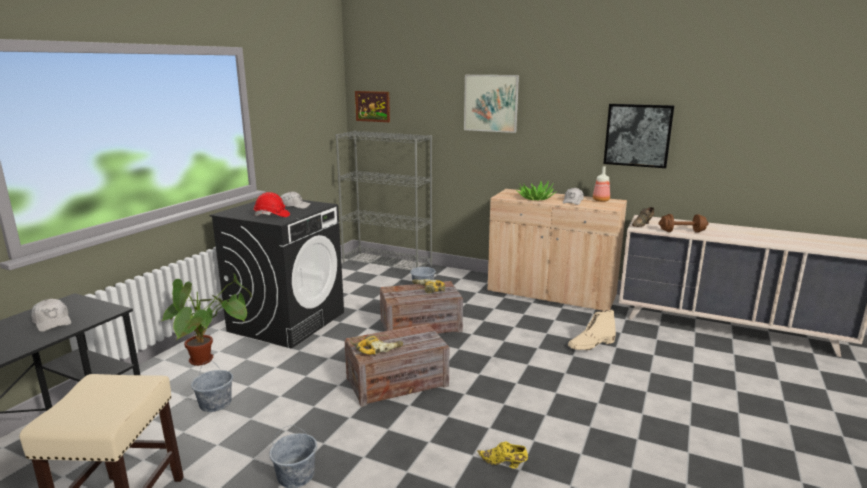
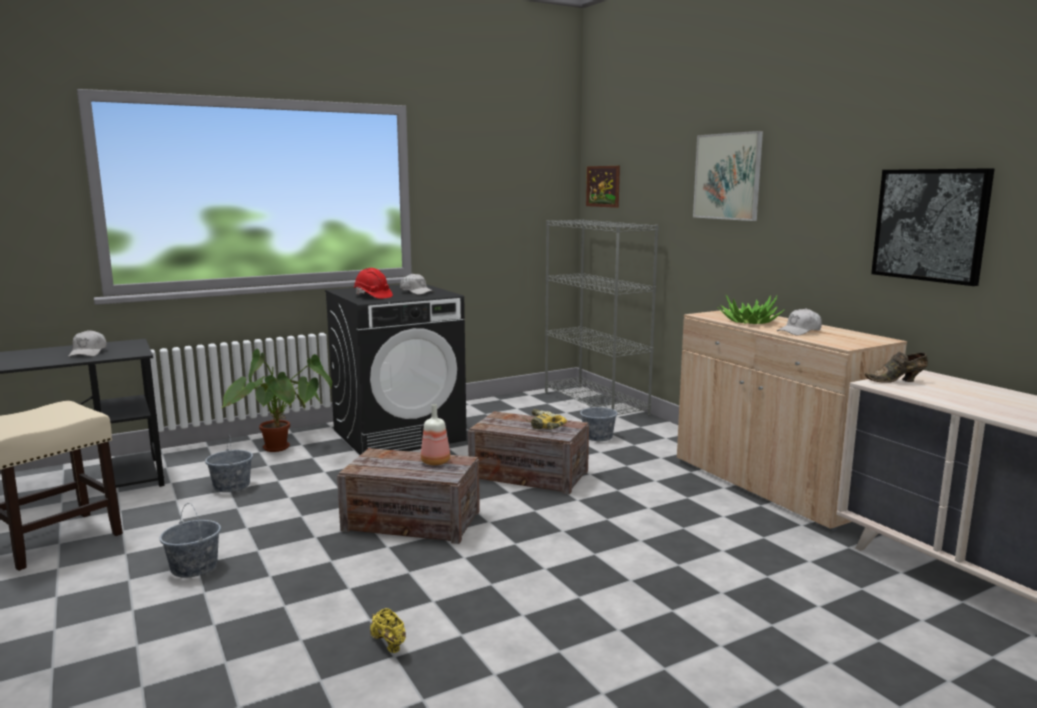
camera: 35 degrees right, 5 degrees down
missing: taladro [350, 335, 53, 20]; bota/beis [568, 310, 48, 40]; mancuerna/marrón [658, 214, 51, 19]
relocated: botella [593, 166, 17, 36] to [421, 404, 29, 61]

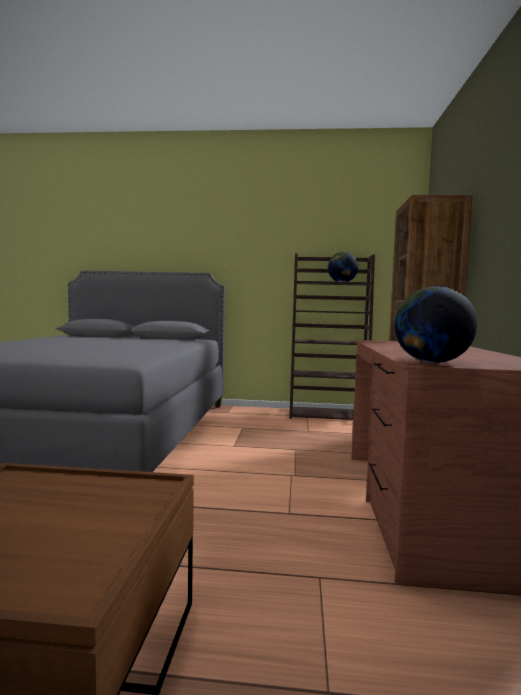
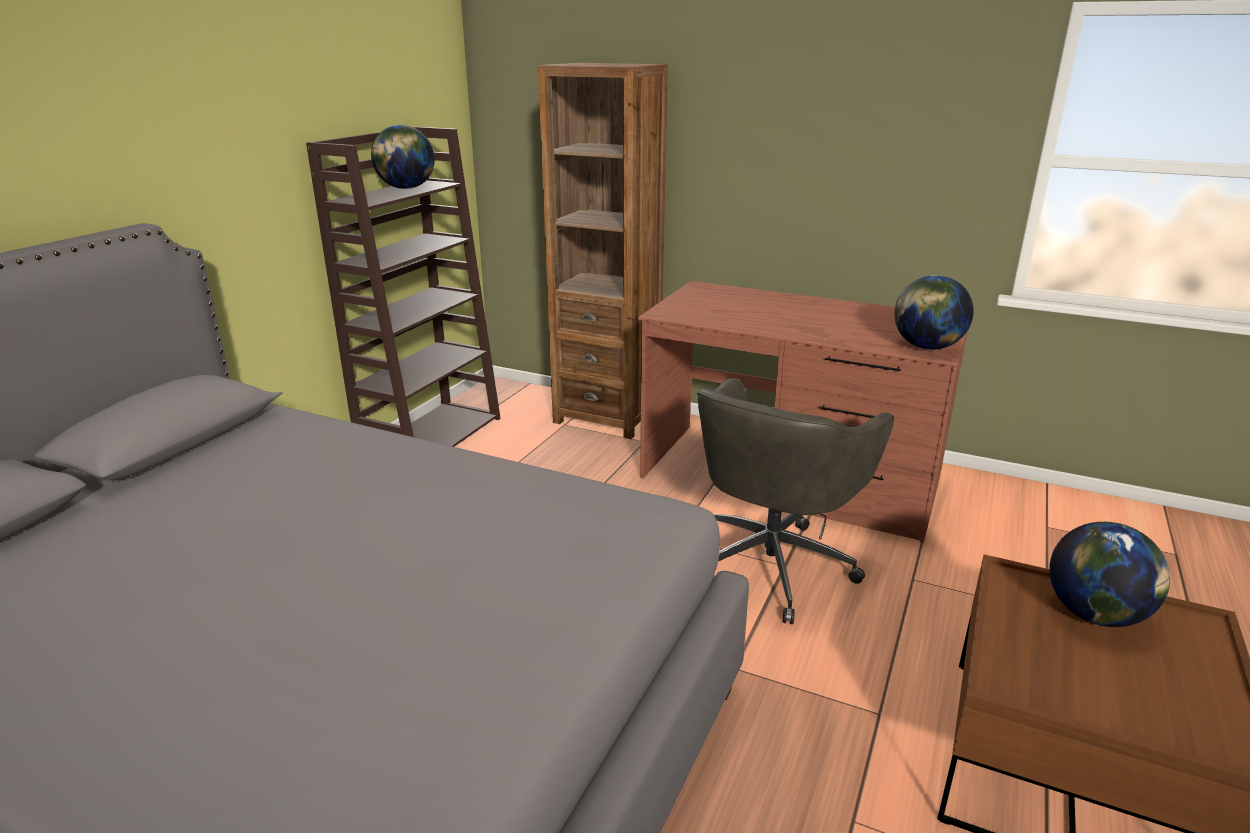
camera: 70 degrees left, 20 degrees up
appeared: silla de oficina/gris [697, 378, 197, 246]; globo terráqueo [1049, 522, 121, 105]

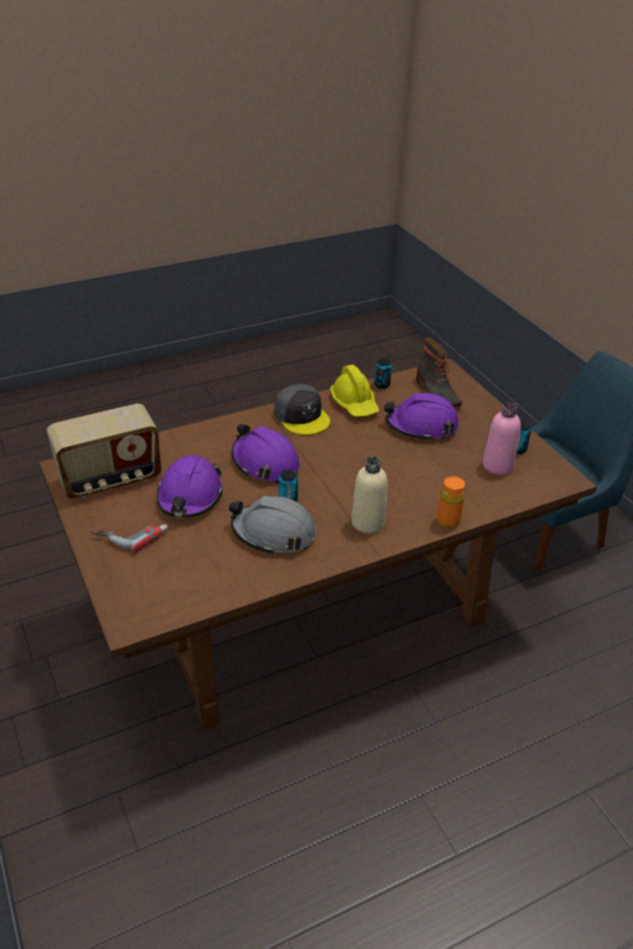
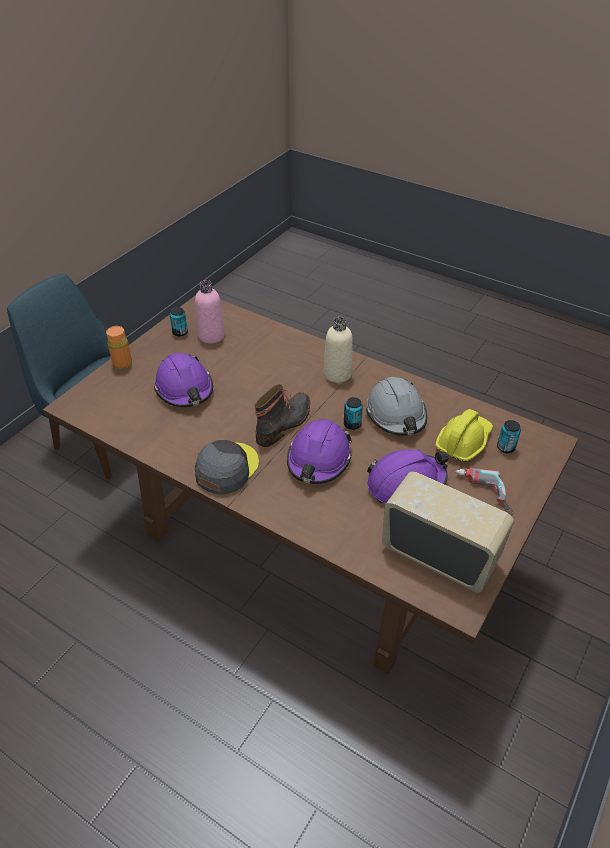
camera: 120 degrees left, 5 degrees up
relocated: botella/naranja [437, 476, 28, 52] to [106, 326, 26, 44]; bota [416, 337, 46, 70] to [255, 384, 55, 63]; casco/amarillo [330, 365, 50, 52] to [435, 409, 58, 53]; lata [374, 358, 18, 31] to [497, 420, 24, 33]

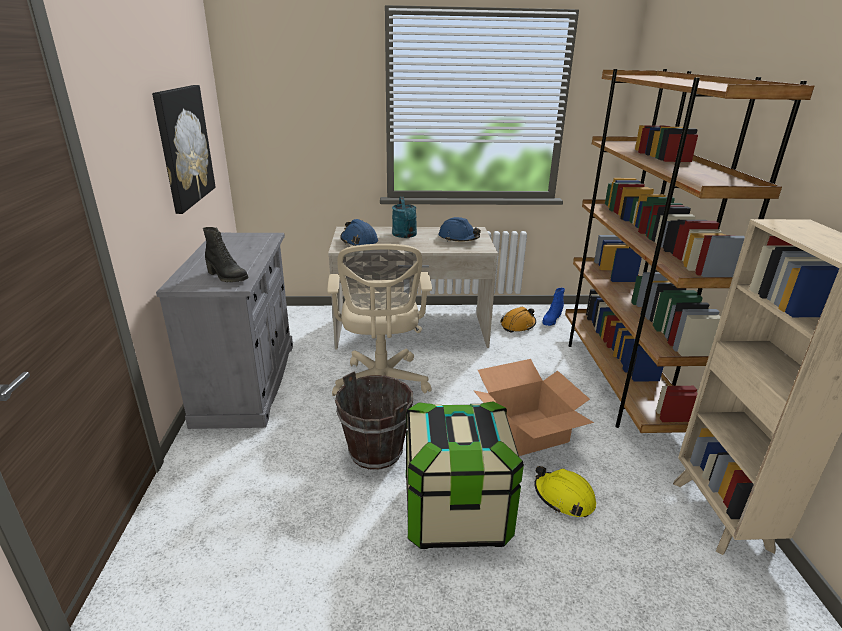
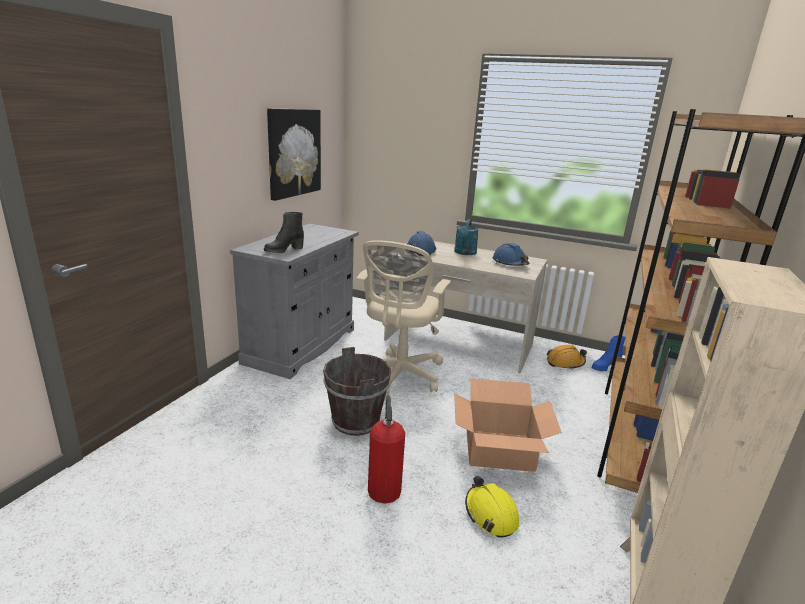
camera: 25 degrees right, 5 degrees down
exchanged: caja de almacenaje [406, 401, 118, 148] to extintor [368, 395, 37, 109]
spun: bota/negro [203, 227, 45, 55] = [264, 212, 40, 41] 75 degrees clockwise

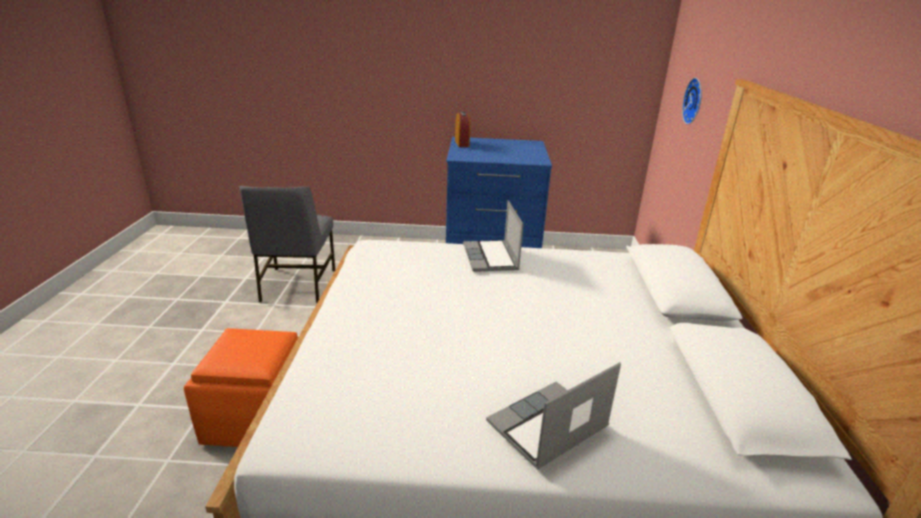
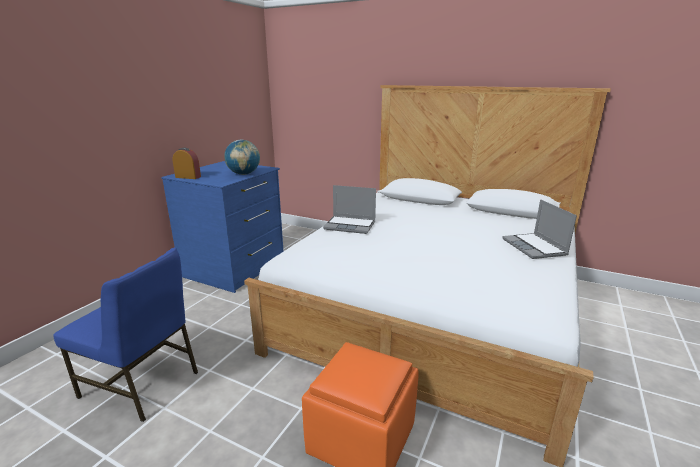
camera: 65 degrees left, 5 degrees down
missing: reloj de pared [682, 78, 20, 47]
appeared: globo terráqueo [224, 140, 36, 35]
colour: silla/gris [239, 186, 96, 117] to silla/azul [53, 247, 145, 175]

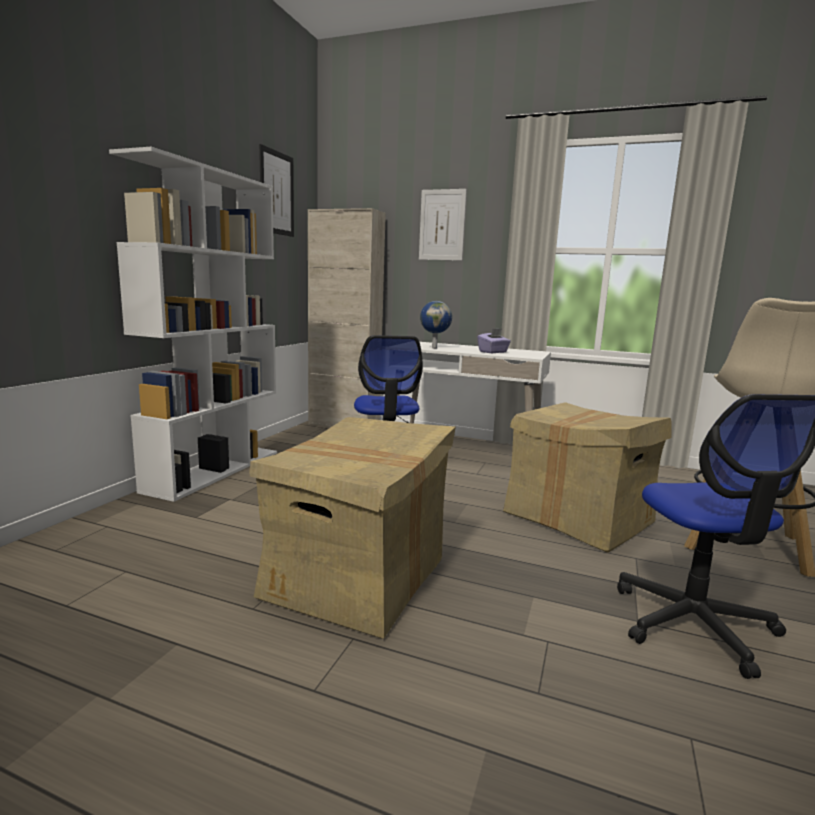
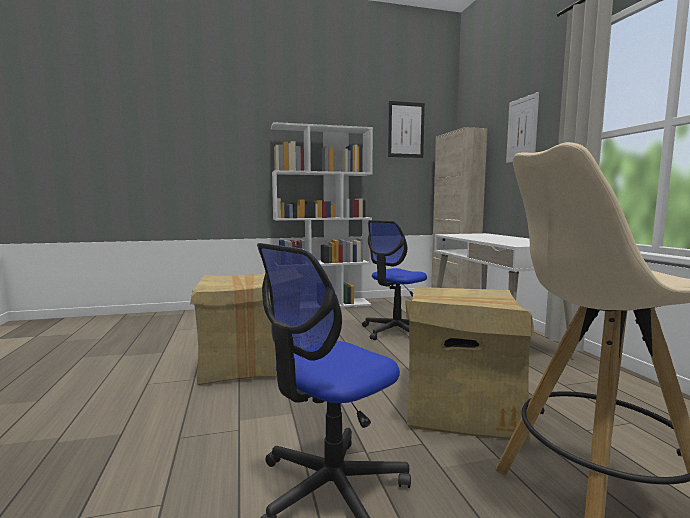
camera: 55 degrees right, 5 degrees down
missing: globo terráqueo [420, 301, 32, 48]; caja de pañuelos/morado [477, 329, 34, 24]

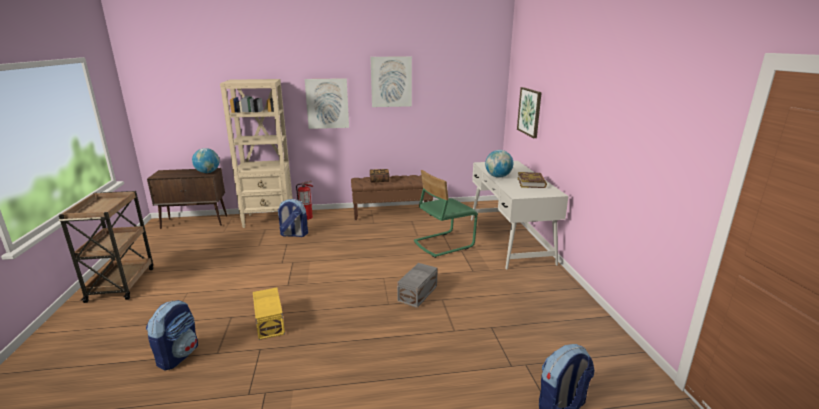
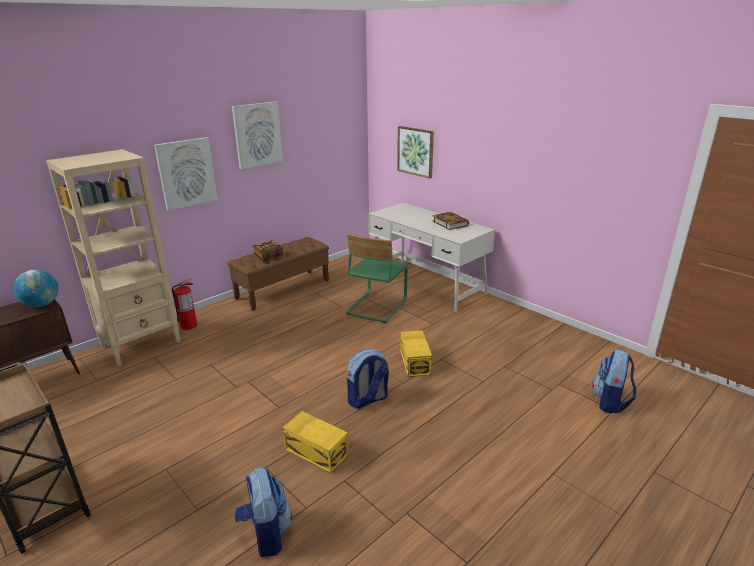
camera: 35 degrees left, 5 degrees up
missing: globo terráqueo [485, 150, 28, 28]
relocated: mochila [277, 199, 31, 38] to [347, 349, 42, 60]
colour: caja de almacenaje/gris [397, 263, 40, 45] to caja de almacenaje/amarillo [400, 330, 32, 47]

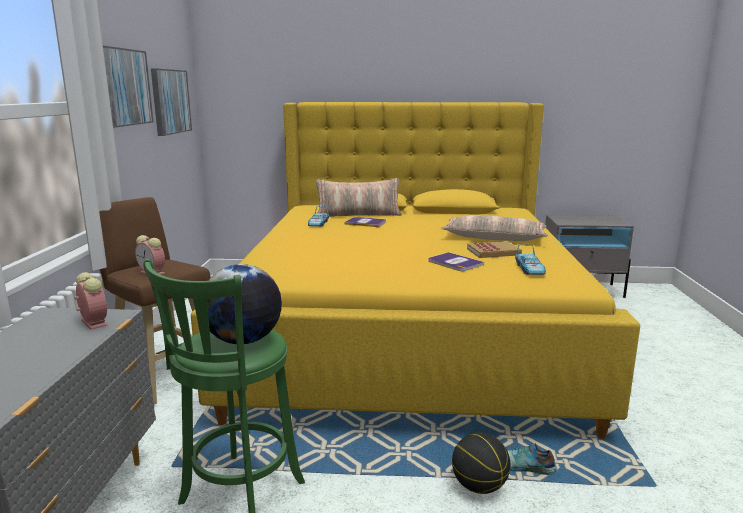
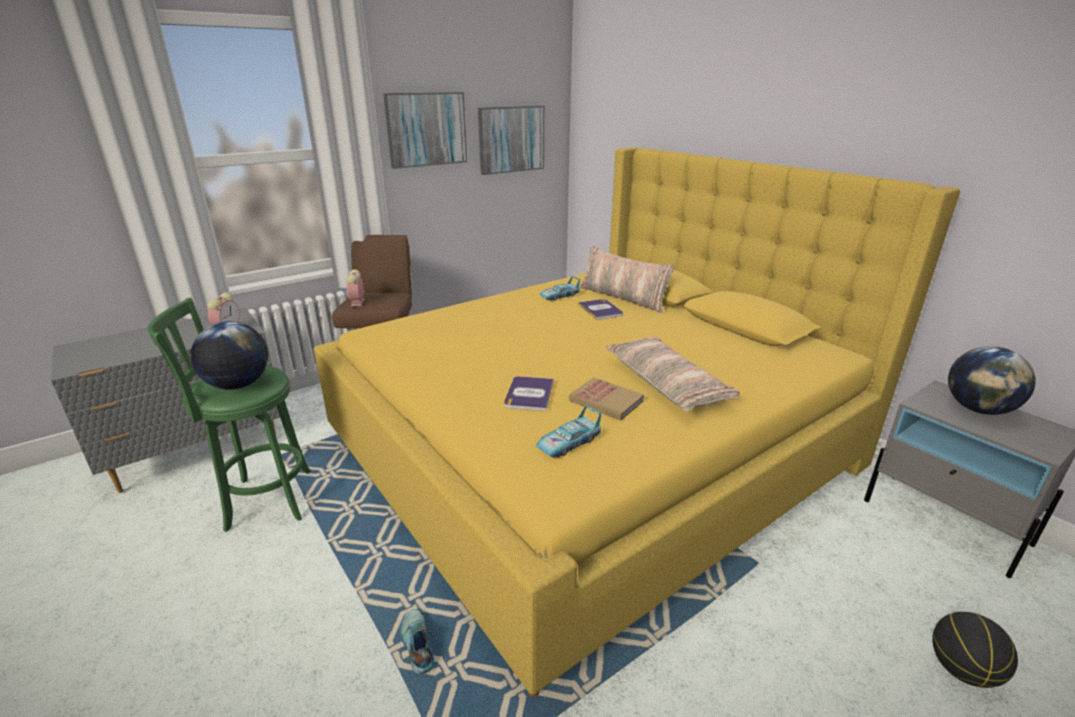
camera: 50 degrees right, 10 degrees up
appeared: globo terráqueo [948, 346, 88, 69]
relocated: balón de baloncesto [452, 433, 59, 61] to [932, 612, 86, 76]

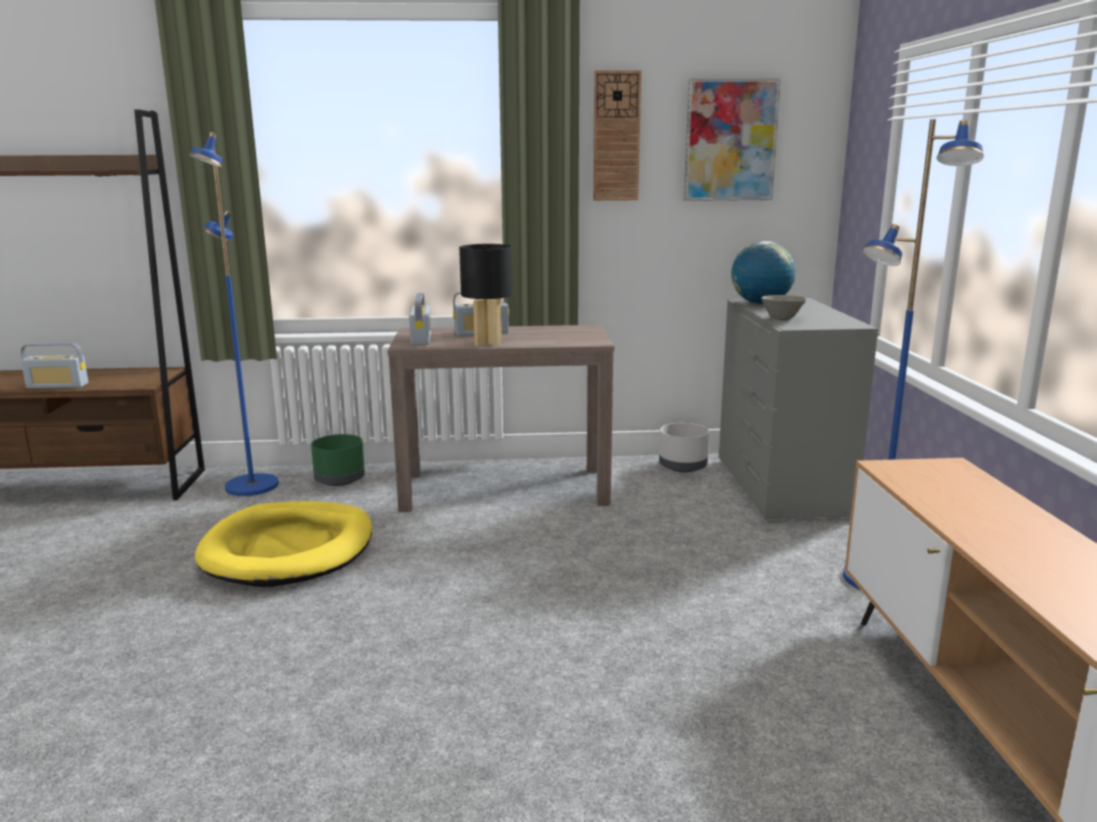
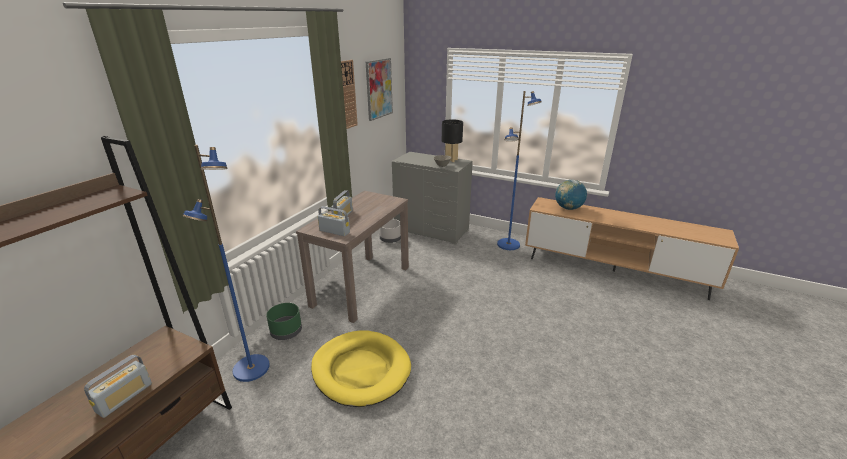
camera: 60 degrees left, 10 degrees up
relocated: lámpara de mesa/negro [459, 244, 54, 102] to [442, 119, 21, 43]; globo terráqueo [731, 241, 65, 63] to [555, 179, 32, 31]

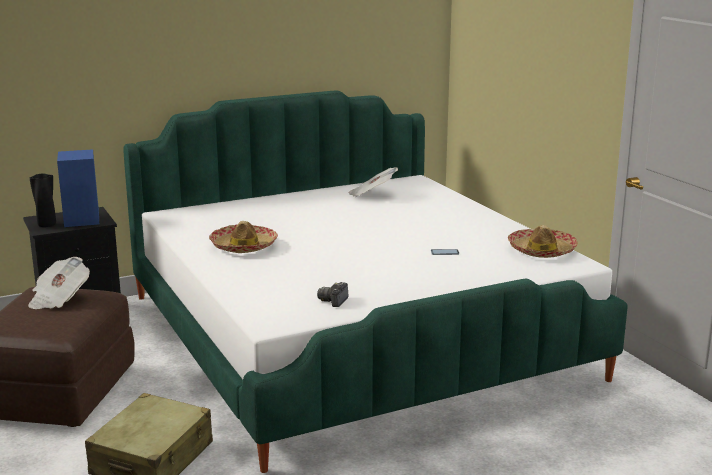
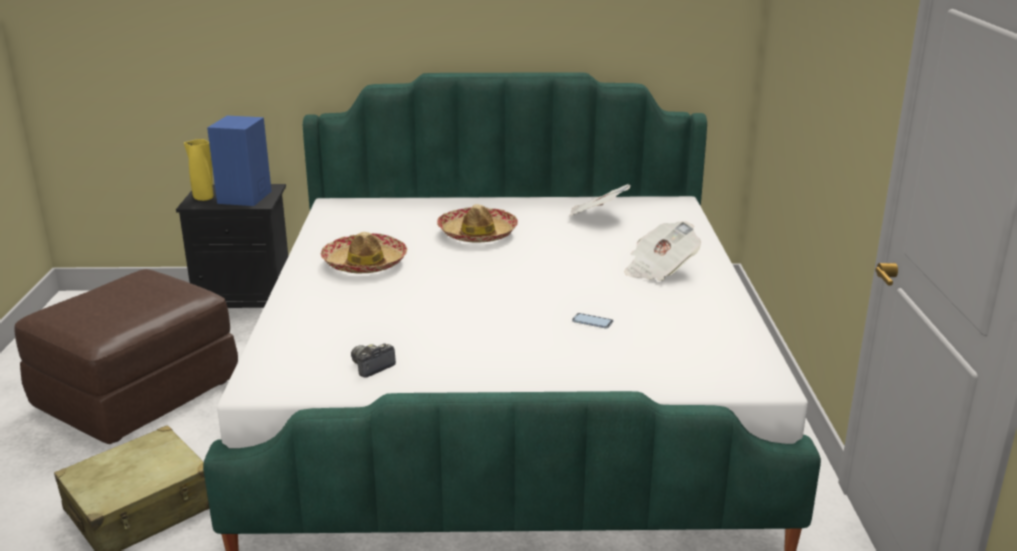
camera: 25 degrees right, 5 degrees up
relocated: sombrero [508, 225, 70, 33] to [437, 204, 81, 39]; periódico [28, 257, 62, 52] to [624, 221, 77, 60]
colour: florero/negro [30, 174, 26, 53] to florero/amarillo [184, 139, 30, 62]

